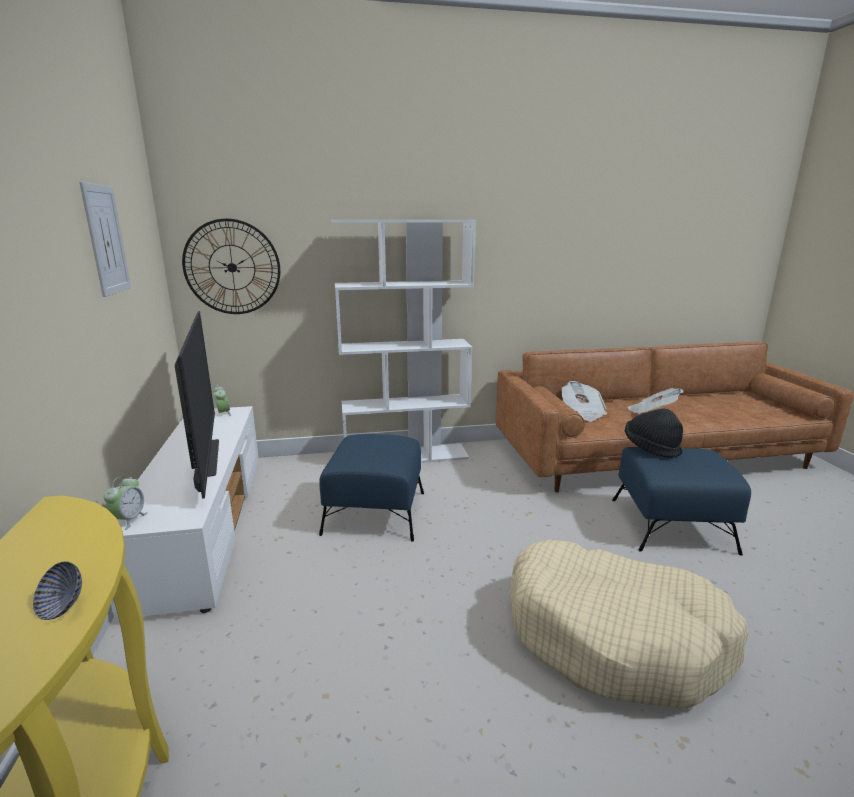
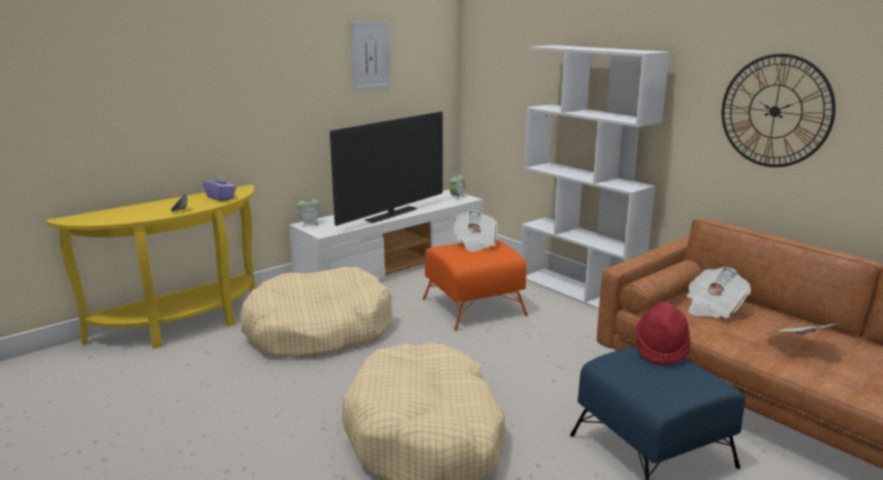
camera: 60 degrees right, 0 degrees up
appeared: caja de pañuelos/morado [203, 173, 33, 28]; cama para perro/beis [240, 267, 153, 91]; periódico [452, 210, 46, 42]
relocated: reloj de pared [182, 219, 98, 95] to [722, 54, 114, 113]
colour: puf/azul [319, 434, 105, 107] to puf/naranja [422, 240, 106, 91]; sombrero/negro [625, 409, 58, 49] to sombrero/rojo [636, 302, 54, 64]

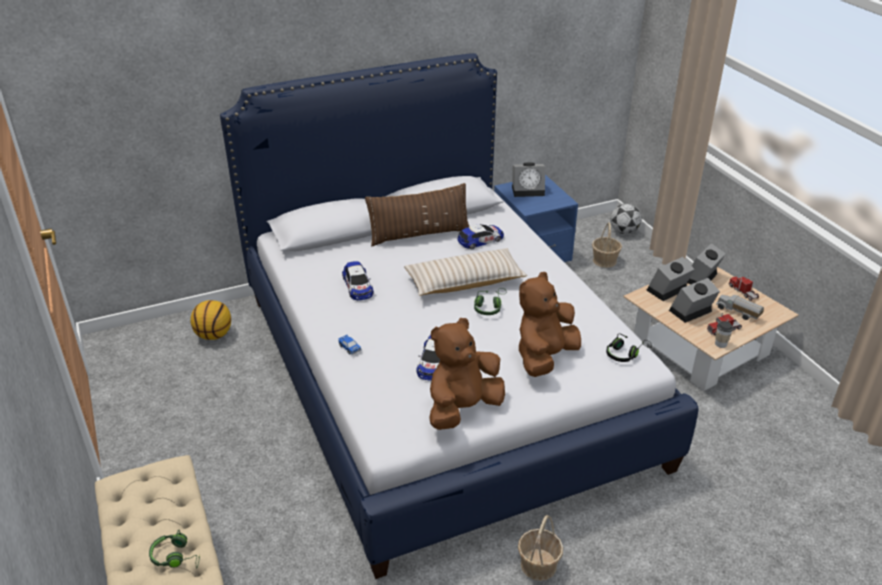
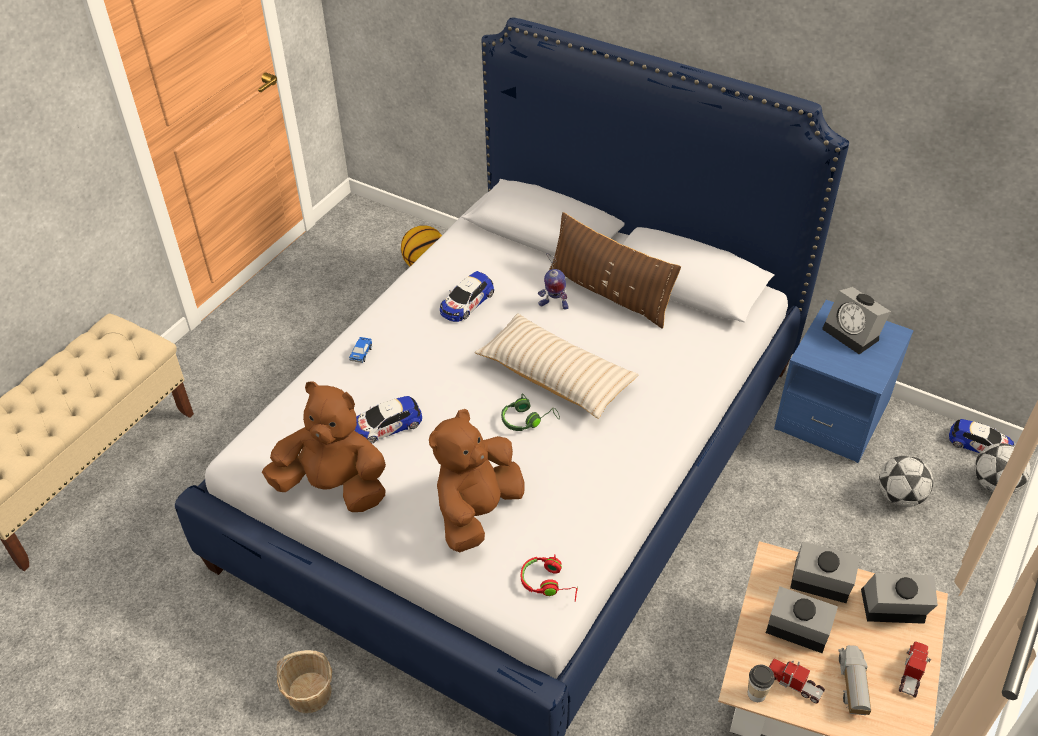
camera: 55 degrees right, 10 degrees up
missing: auriculares/verde [149, 529, 51, 39]
appeared: robot de juguete [538, 253, 31, 57]
relocated: coche de juguete [458, 224, 46, 25] to [949, 419, 65, 34]
exchanged: cesta [592, 222, 30, 46] to balón de fútbol [879, 455, 54, 52]
colour: auriculares/negro [606, 333, 46, 29] to auriculares/rojo [521, 554, 57, 48]
spun: peluche/marrón [519, 272, 62, 105] = [429, 409, 96, 143] 60 degrees counterclockwise

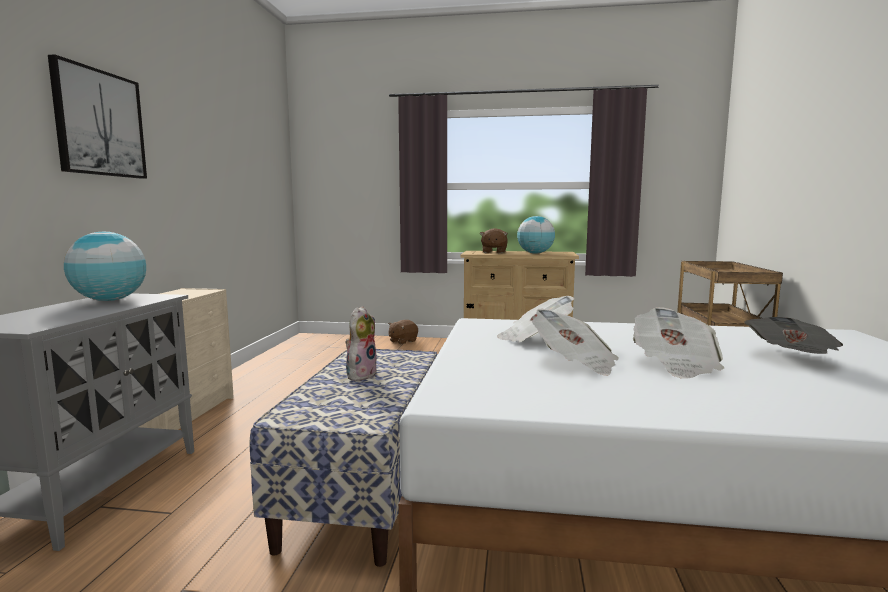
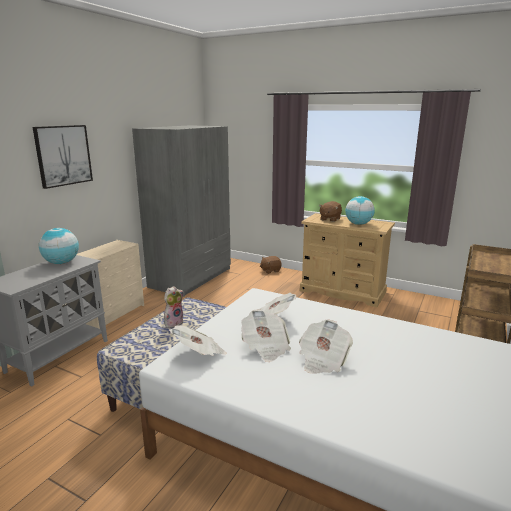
camera: 20 degrees right, 10 degrees up
appeared: armario ropero/gris [132, 125, 99, 172]
relocated: periódico [744, 317, 99, 37] to [169, 325, 58, 31]

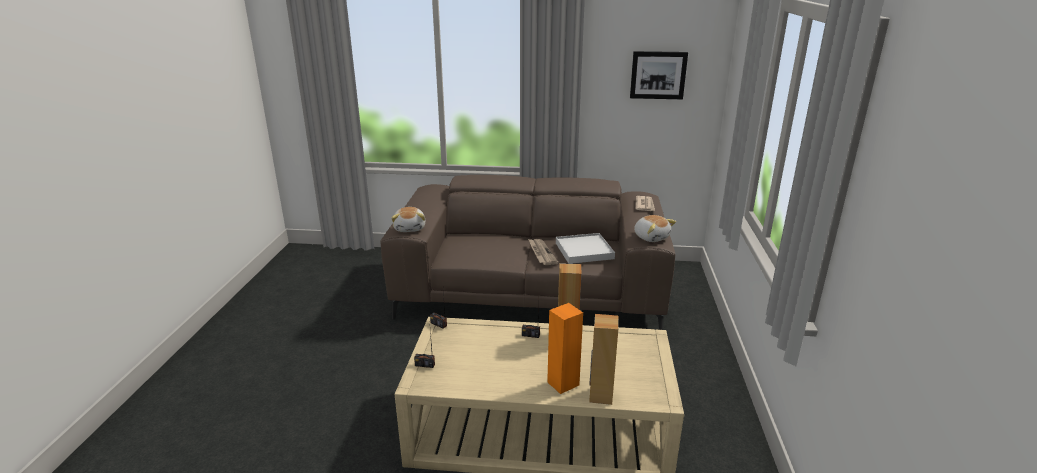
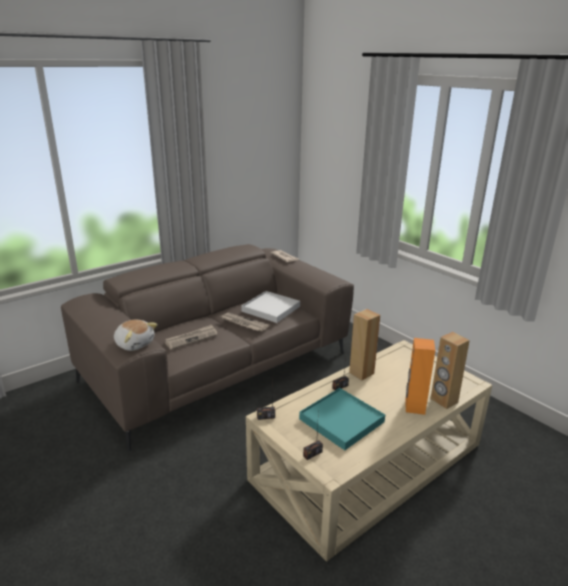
camera: 45 degrees left, 0 degrees up
missing: cuadro [630, 51, 58, 48]; peluche [634, 215, 42, 27]
appeared: periódico [165, 325, 53, 25]; bandeja/turquesa [299, 388, 86, 62]

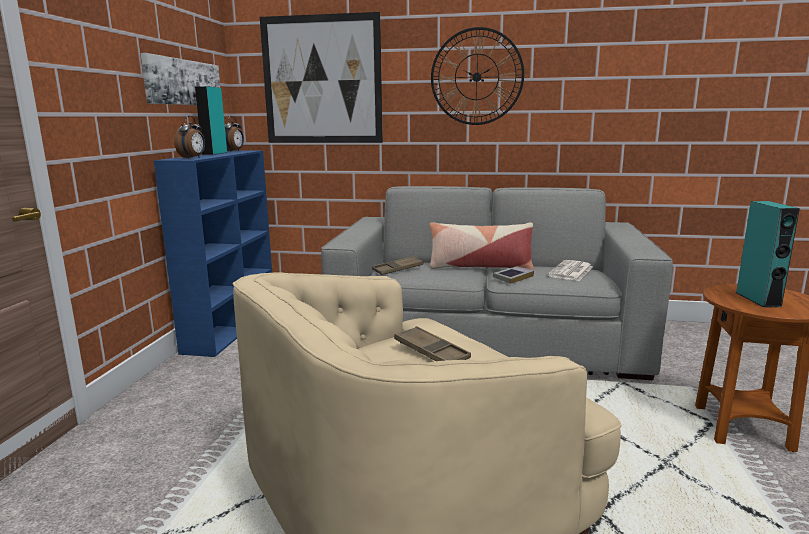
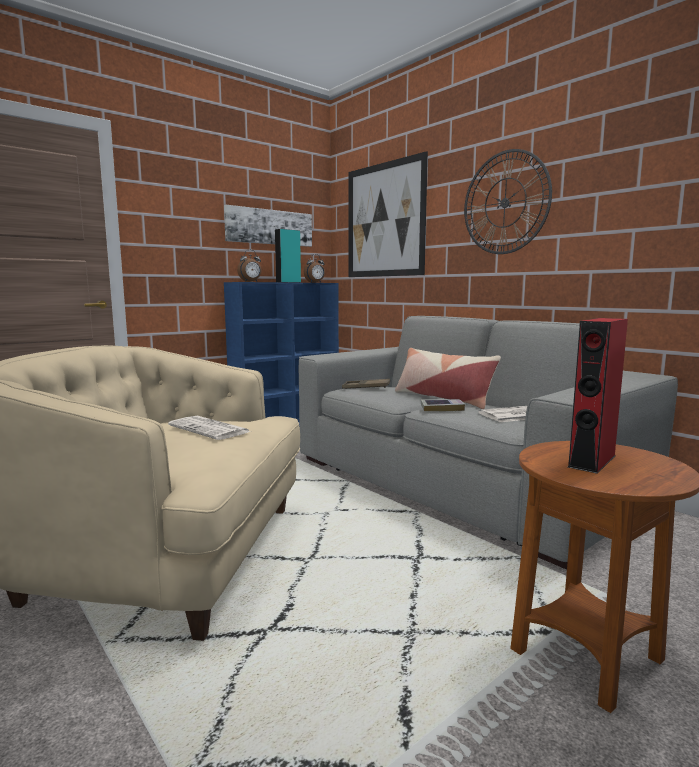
camera: 40 degrees right, 5 degrees down
exchanged: bandeja/marrón [394, 326, 77, 35] to periódico [168, 416, 83, 24]
colour: altavoz/turquesa [735, 201, 65, 107] to altavoz/rojo [568, 318, 60, 156]

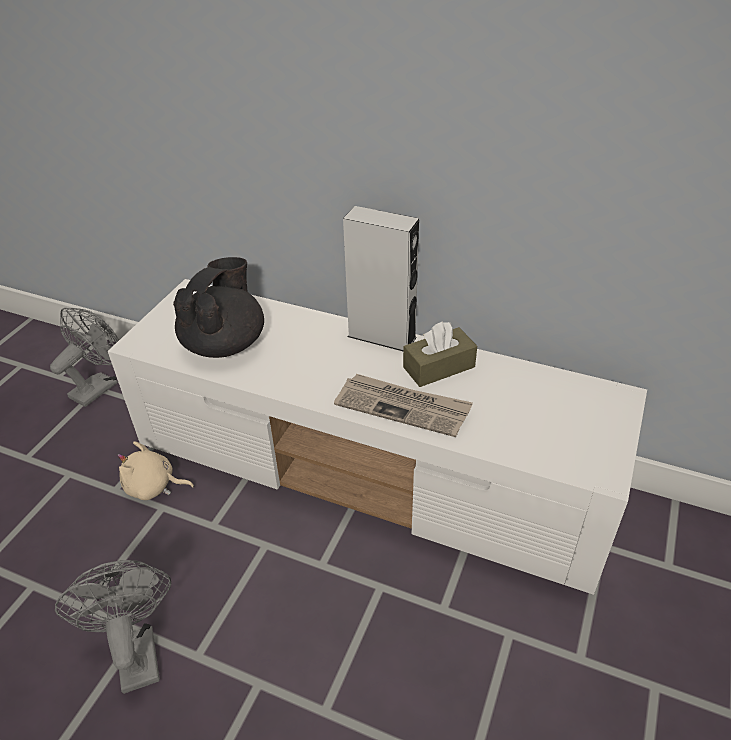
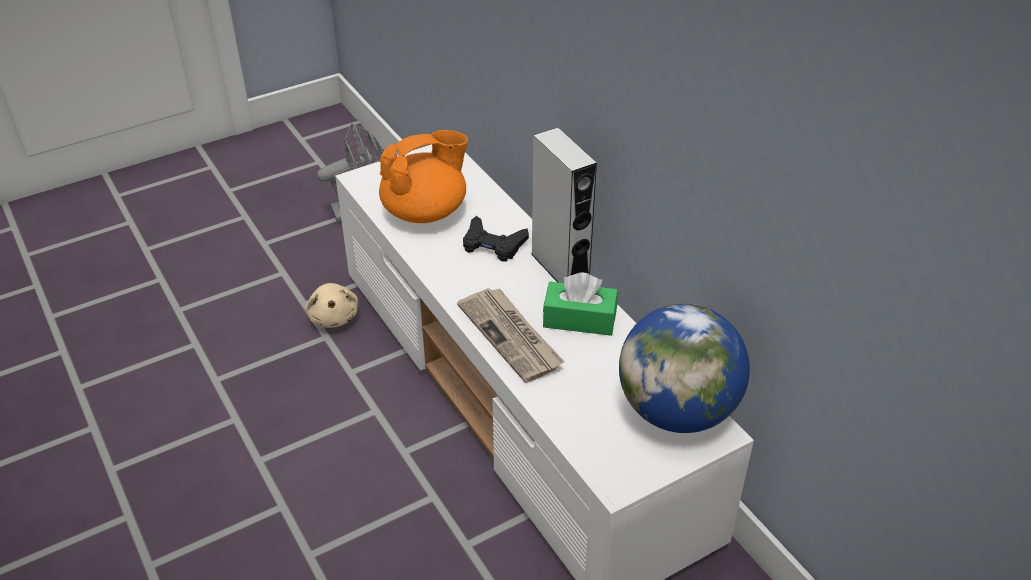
camera: 35 degrees right, 0 degrees up
missing: ventilador/gris [55, 560, 117, 134]
appeared: mando de consola/negro [463, 216, 66, 46]; globo terráqueo [619, 304, 131, 129]
colour: tetera/negro [173, 257, 91, 101] to tetera/naranja [379, 130, 89, 93]; caja de pañuelos/marrón [403, 321, 74, 66] to caja de pañuelos/verde [543, 273, 75, 63]
spun: peluche/beis [117, 442, 77, 58] = [305, 283, 53, 45] 150 degrees counterclockwise

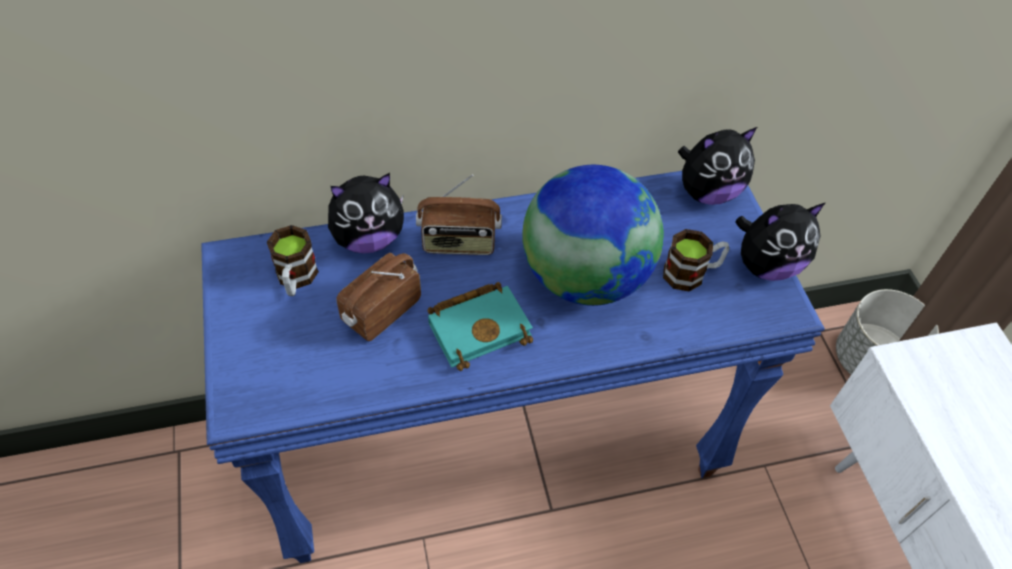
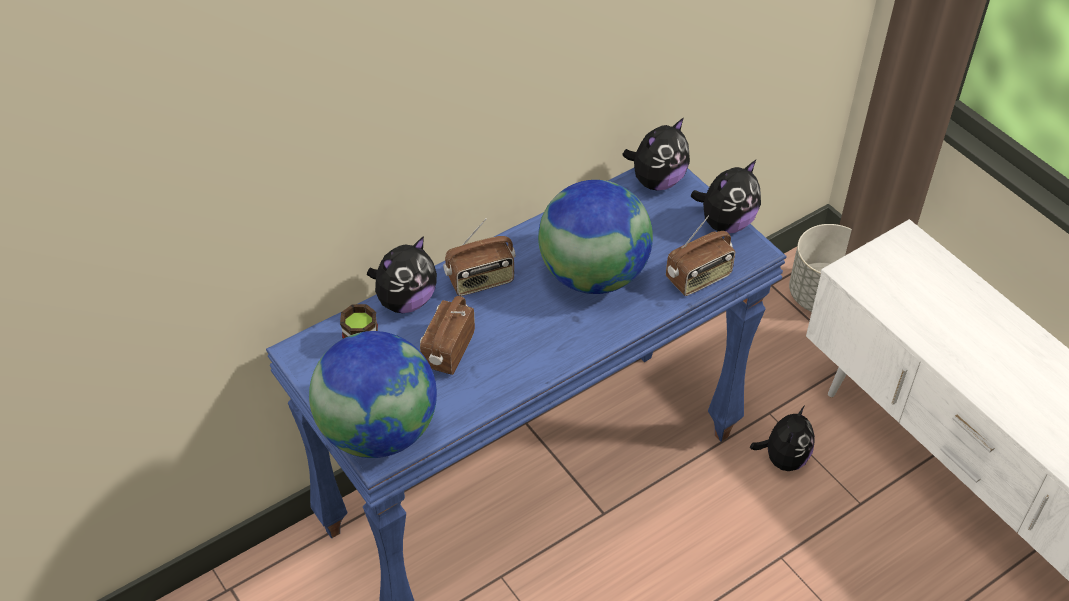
camera: 20 degrees left, 5 degrees down
missing: libro/turquesa [428, 282, 105, 89]; taza grande [663, 229, 66, 63]
appeared: globo terráqueo [309, 331, 128, 127]; radio [666, 215, 69, 81]; peluche [750, 405, 65, 66]

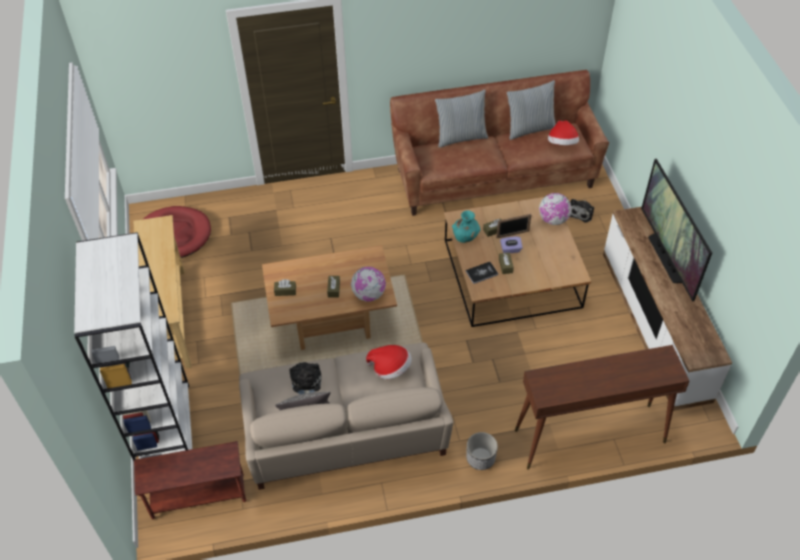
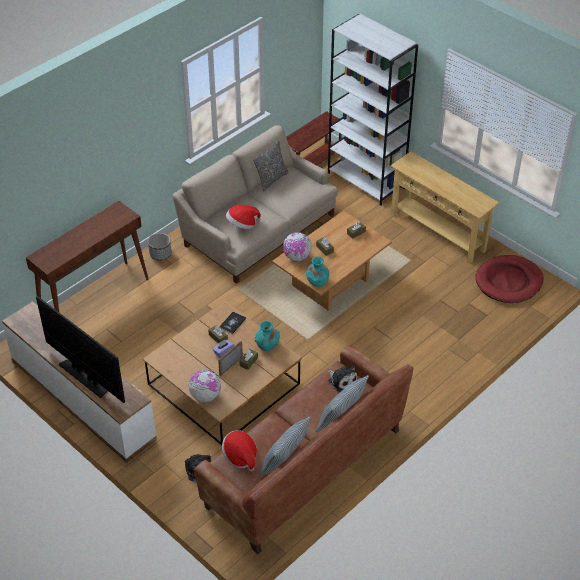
camera: 145 degrees right, 5 degrees down
appeared: florero/turquesa [306, 257, 23, 30]
relocated: peluche [289, 362, 33, 32] to [328, 365, 29, 27]

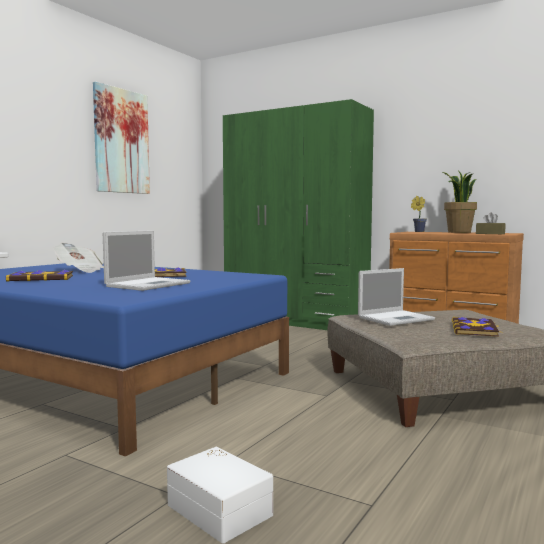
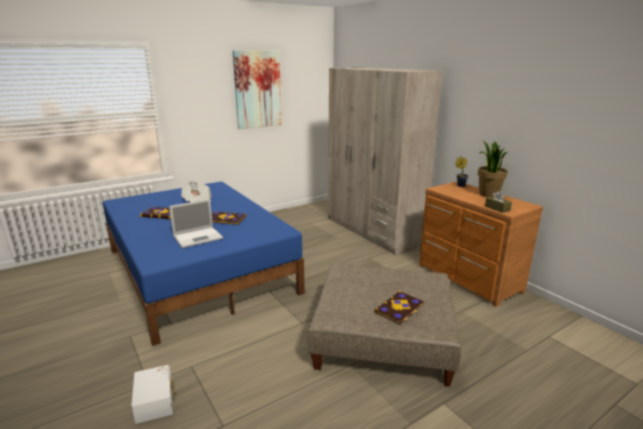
camera: 25 degrees right, 15 degrees up
missing: portátil [358, 268, 77, 58]
colour: armario ropero/verde [223, 99, 151, 231] to armario ropero/beis [328, 68, 115, 187]

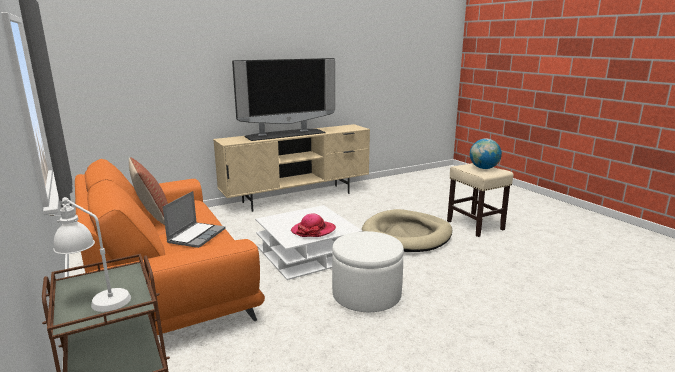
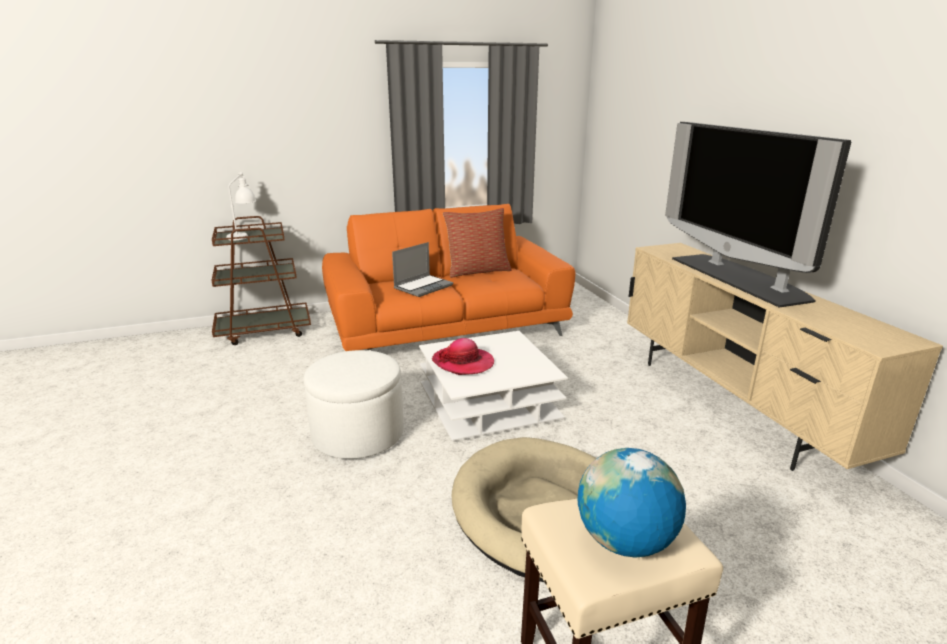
camera: 100 degrees right, 5 degrees up
spun: portátil [163, 191, 62, 57] = [392, 242, 61, 55] 75 degrees counterclockwise

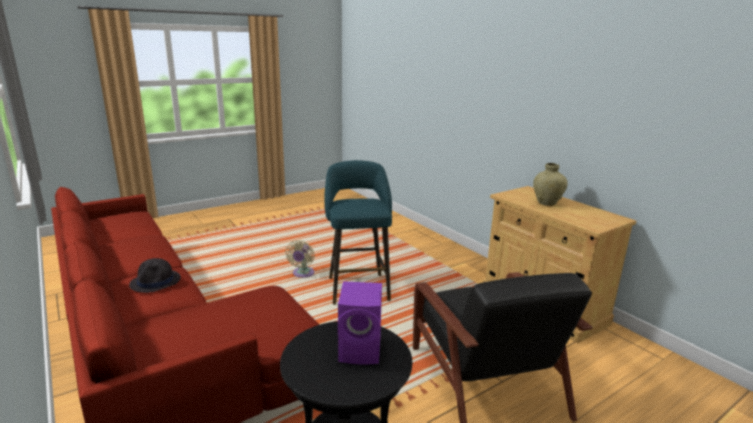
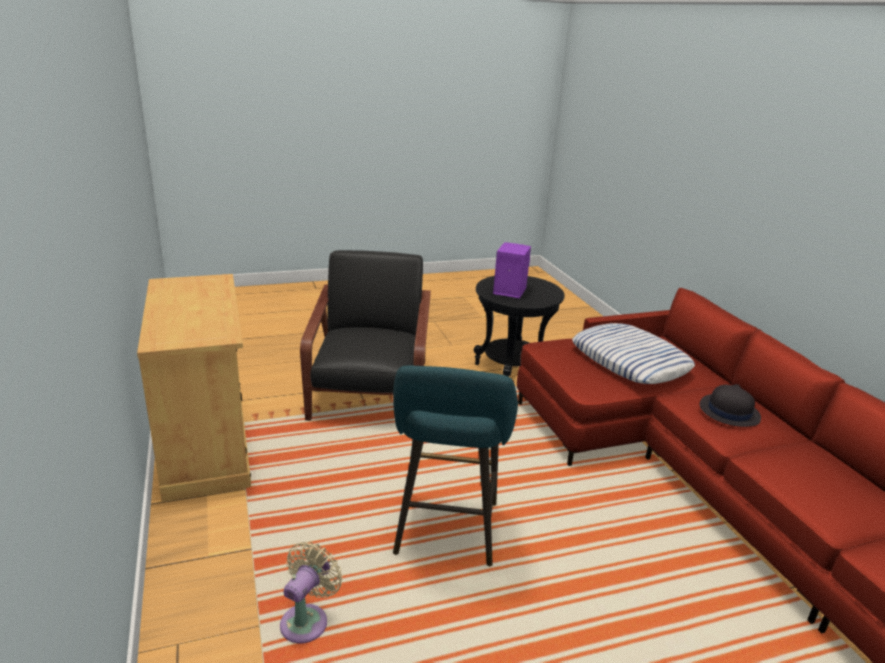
camera: 165 degrees left, 5 degrees up
missing: florero/beis [533, 163, 35, 43]
appeared: cojín [572, 323, 123, 61]
relocated: ventilador/beis [285, 240, 29, 38] to [280, 541, 62, 102]

